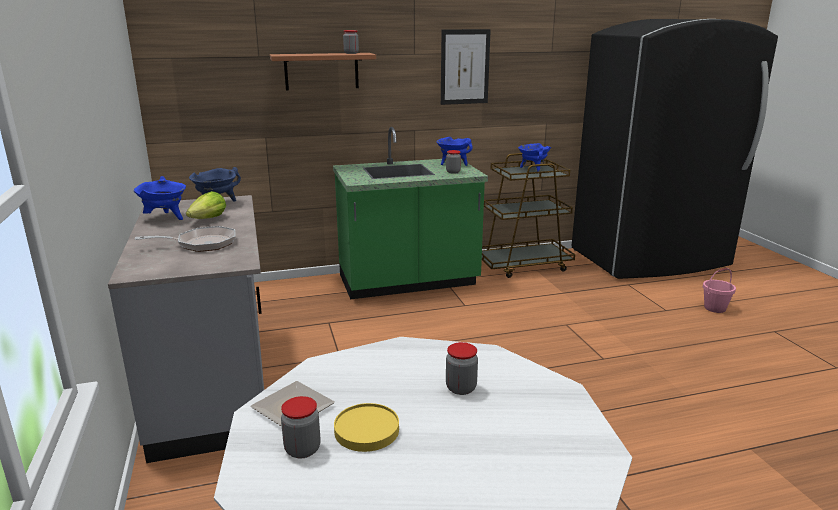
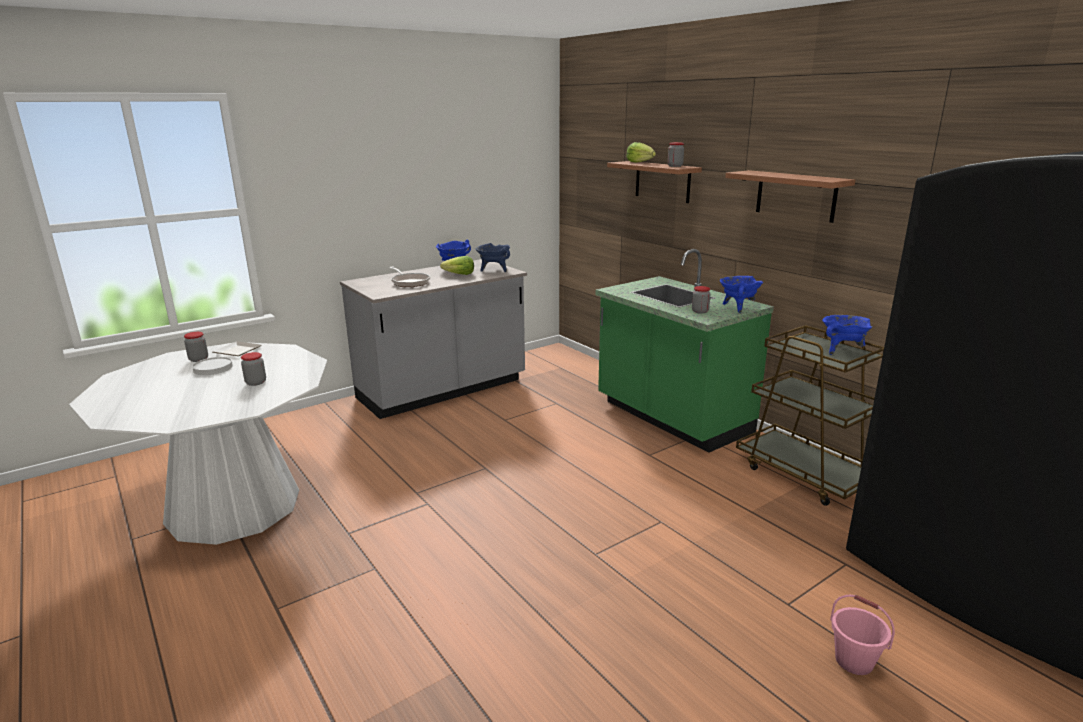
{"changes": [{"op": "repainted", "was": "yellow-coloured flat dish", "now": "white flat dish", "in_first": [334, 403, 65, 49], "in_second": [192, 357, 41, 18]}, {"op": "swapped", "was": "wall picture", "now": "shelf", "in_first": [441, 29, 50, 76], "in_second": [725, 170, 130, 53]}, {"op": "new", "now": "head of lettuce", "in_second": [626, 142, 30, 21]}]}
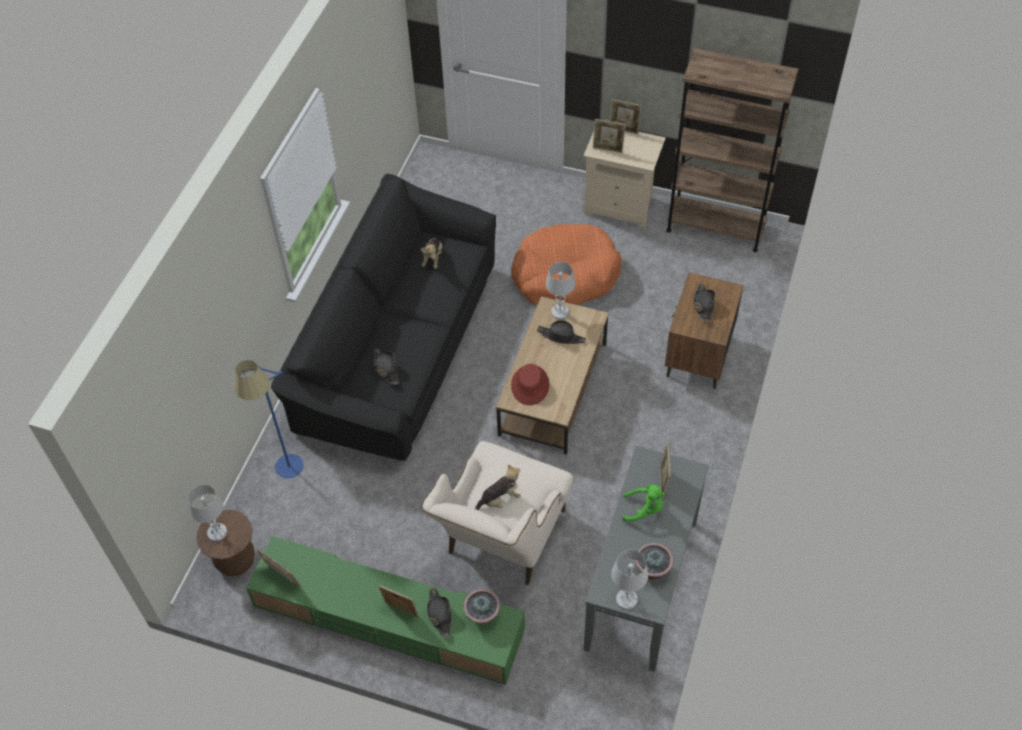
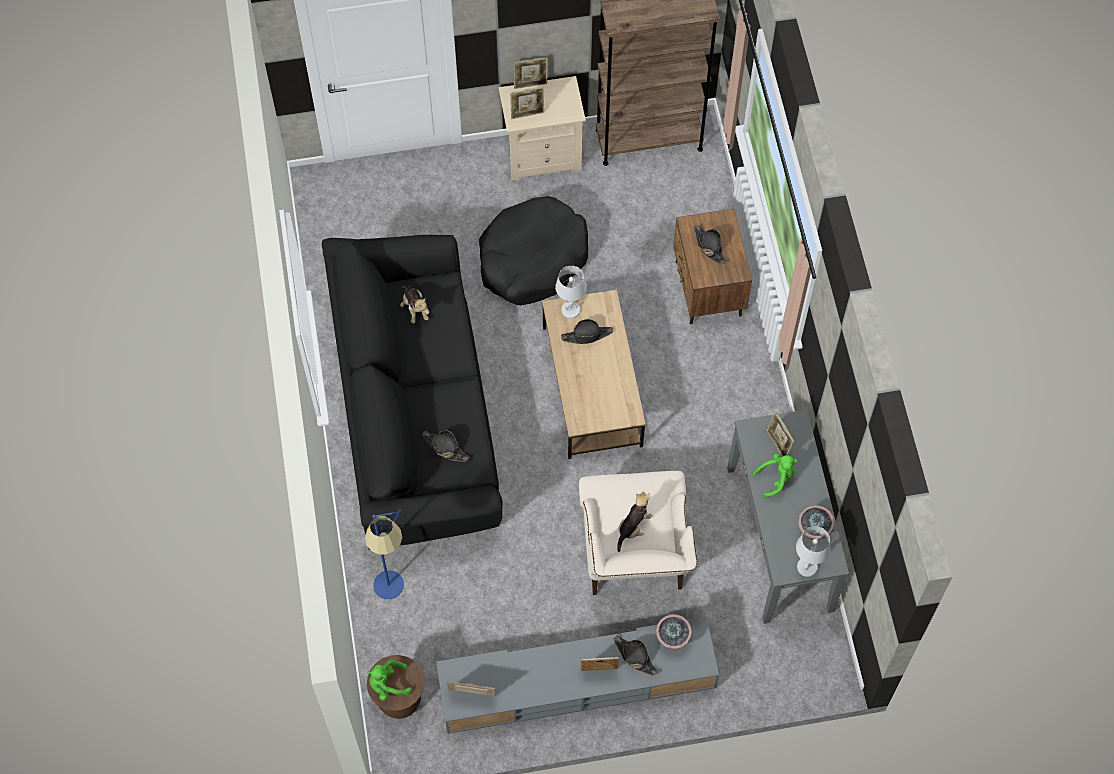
{"changes": [{"op": "swapped", "was": "white tabletop lamp", "now": "green-coloured cuddly toy", "in_first": [188, 485, 39, 57], "in_second": [367, 660, 45, 41]}, {"op": "repainted", "was": "green-coloured media console", "now": "greyish media console", "in_first": [246, 536, 279, 149], "in_second": [436, 616, 283, 118]}, {"op": "repainted", "was": "orange pet bed", "now": "black-coloured pet bed", "in_first": [511, 224, 111, 81], "in_second": [479, 196, 109, 109]}, {"op": "gone", "was": "reddish wearable hat", "in_first": [511, 364, 38, 41]}]}
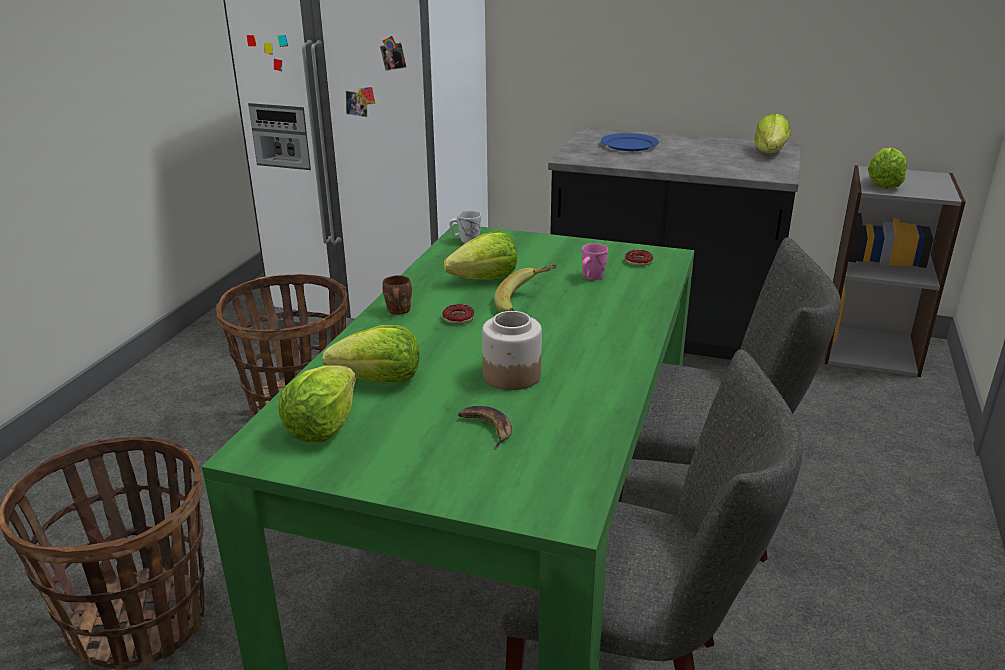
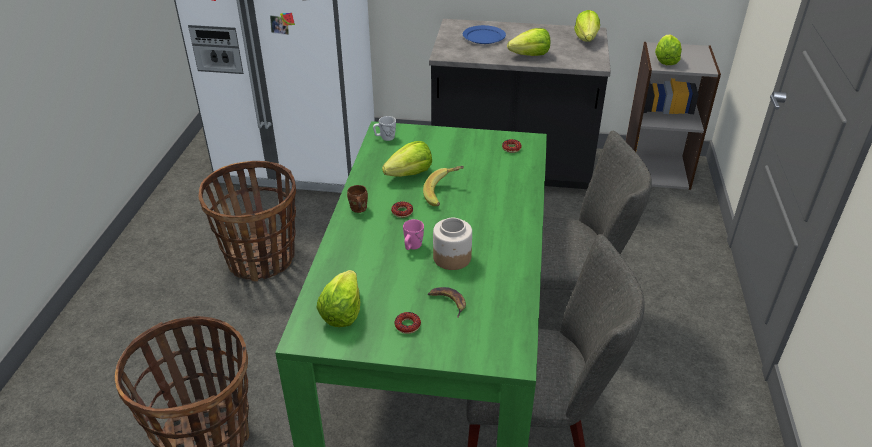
{"changes": [{"op": "shifted", "was": "head of lettuce", "in_first": [323, 325, 97, 58], "in_second": [507, 28, 43, 28]}, {"op": "shifted", "was": "pink coffee mug", "in_first": [582, 243, 26, 37], "in_second": [403, 219, 21, 31]}, {"op": "new", "now": "donut", "in_second": [395, 312, 26, 22]}]}
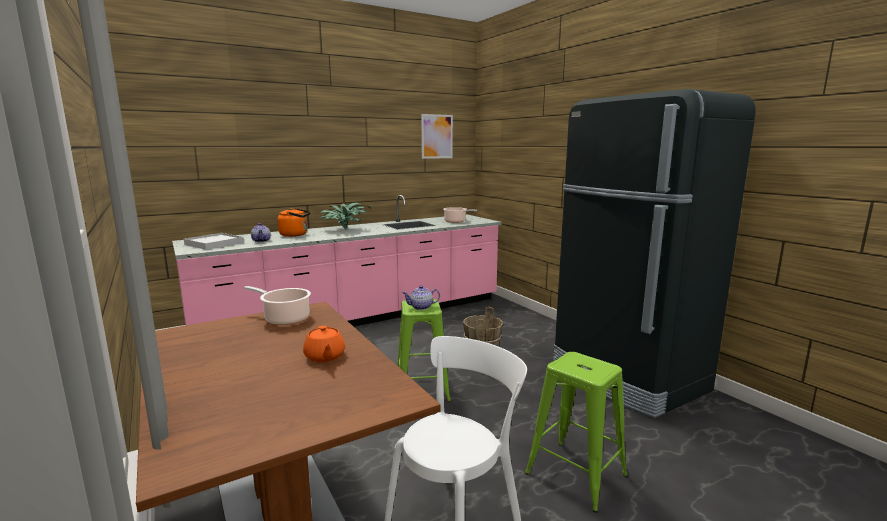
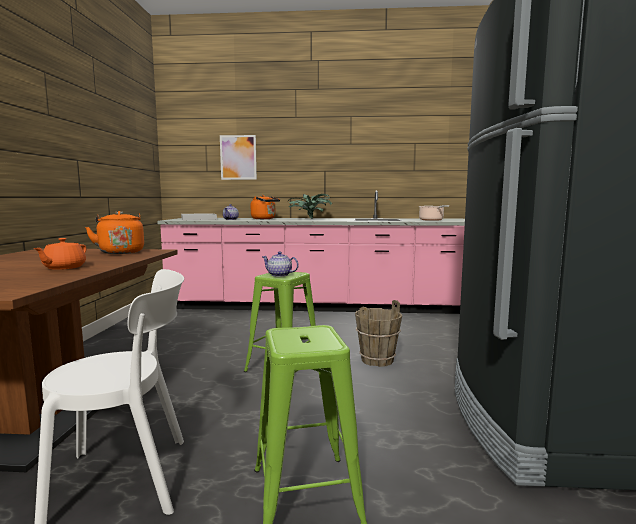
{"changes": [{"op": "swapped", "was": "stockpot", "now": "orange water kettle", "in_first": [244, 286, 67, 39], "in_second": [85, 211, 59, 43]}, {"op": "shifted", "was": "wall picture", "in_first": [421, 114, 32, 45], "in_second": [220, 135, 37, 45]}]}
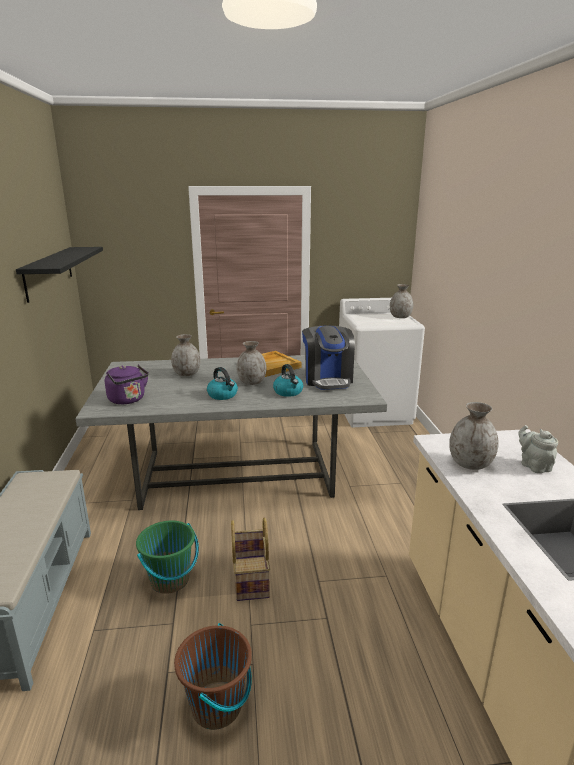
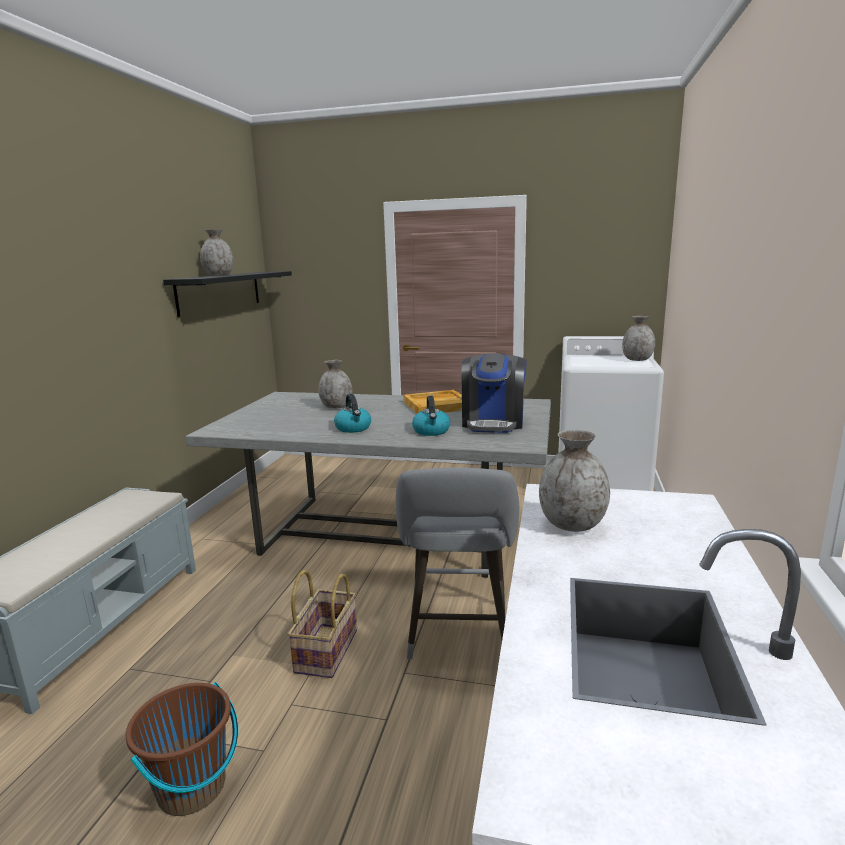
{"changes": [{"op": "gone", "was": "purplish water kettle", "in_first": [105, 365, 43, 39]}, {"op": "gone", "was": "green-coloured pail", "in_first": [136, 521, 63, 73]}, {"op": "shifted", "was": "greyish vase", "in_first": [237, 341, 30, 44], "in_second": [200, 230, 34, 46]}, {"op": "gone", "was": "greyish tea pot", "in_first": [518, 425, 40, 48]}, {"op": "new", "now": "greyish stool", "in_second": [395, 467, 124, 193]}]}
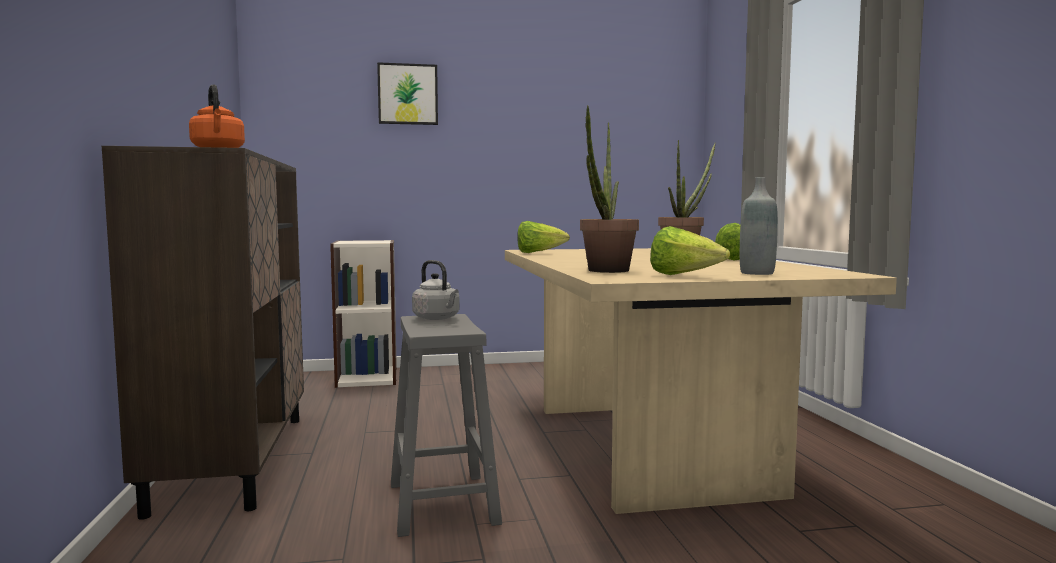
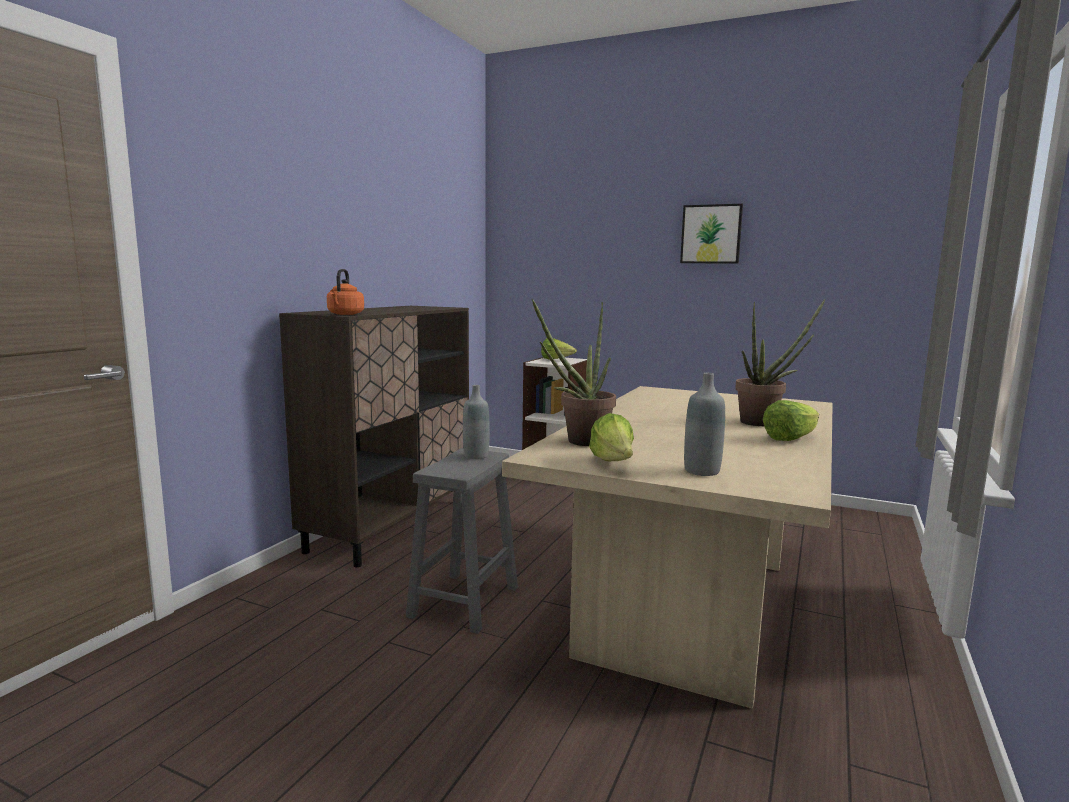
{"changes": [{"op": "shifted", "was": "wall picture", "in_first": [377, 62, 61, 63], "in_second": [680, 204, 63, 60]}, {"op": "swapped", "was": "greyish water kettle", "now": "greyish beverage bottle", "in_first": [412, 260, 47, 60], "in_second": [463, 385, 26, 74]}, {"op": "shifted", "was": "head of lettuce", "in_first": [517, 221, 53, 32], "in_second": [541, 338, 36, 22]}]}
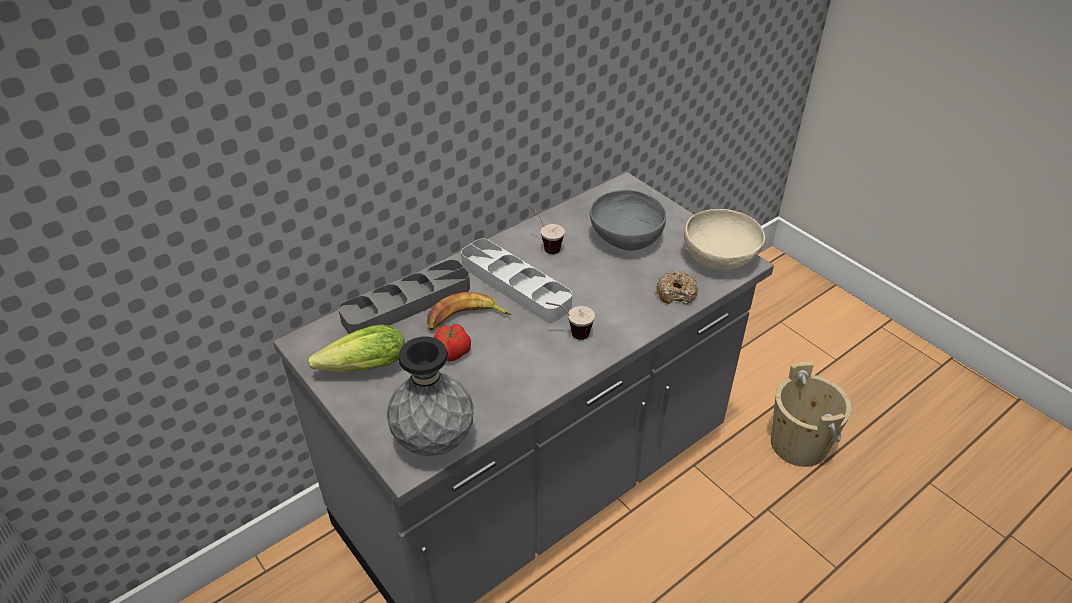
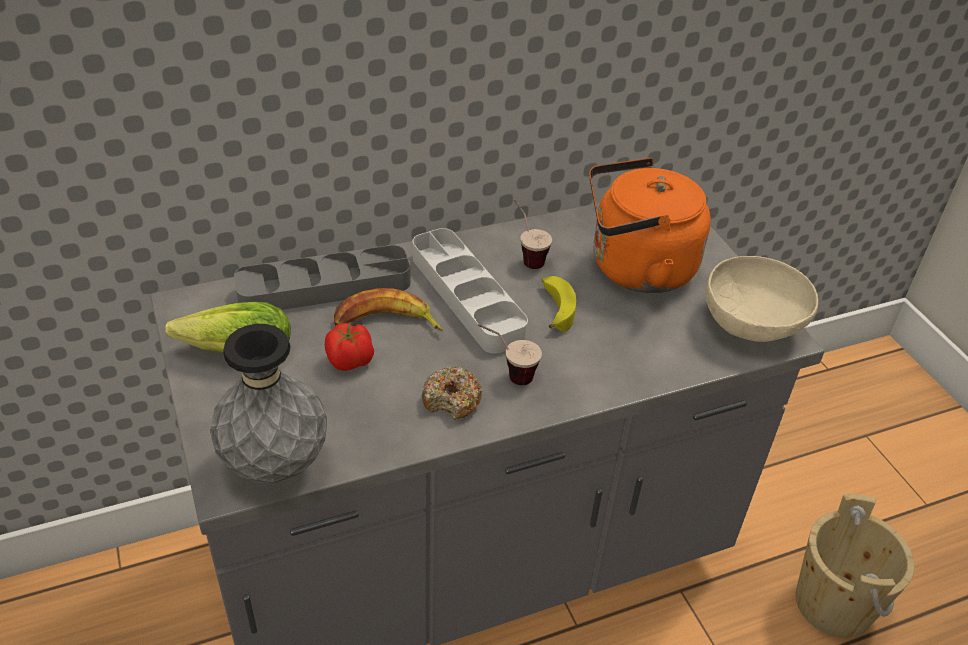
{"changes": [{"op": "swapped", "was": "greyish serving bowl", "now": "orange water kettle", "in_first": [590, 190, 76, 60], "in_second": [589, 158, 122, 135]}, {"op": "shifted", "was": "donut", "in_first": [657, 270, 41, 35], "in_second": [422, 367, 61, 53]}, {"op": "new", "now": "whole banana", "in_second": [541, 276, 35, 56]}]}
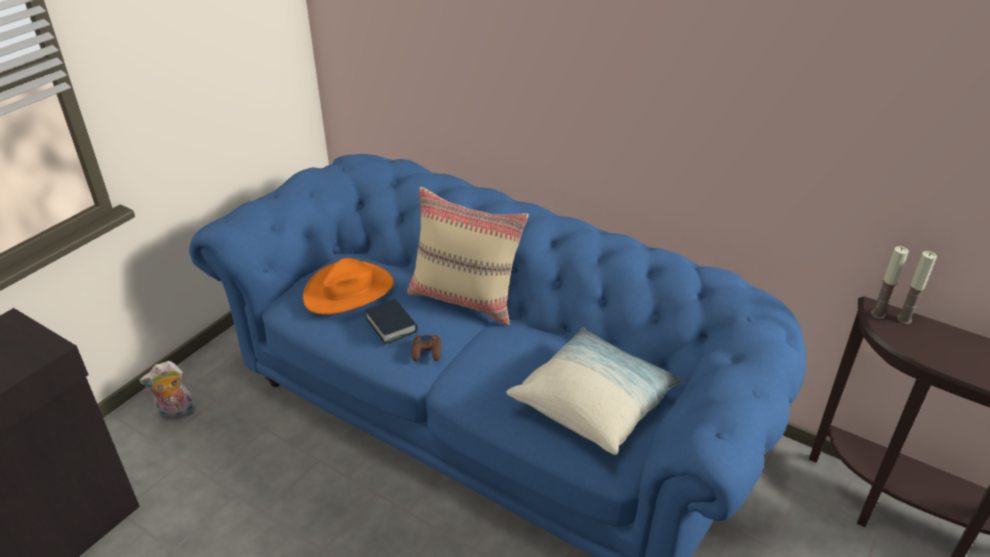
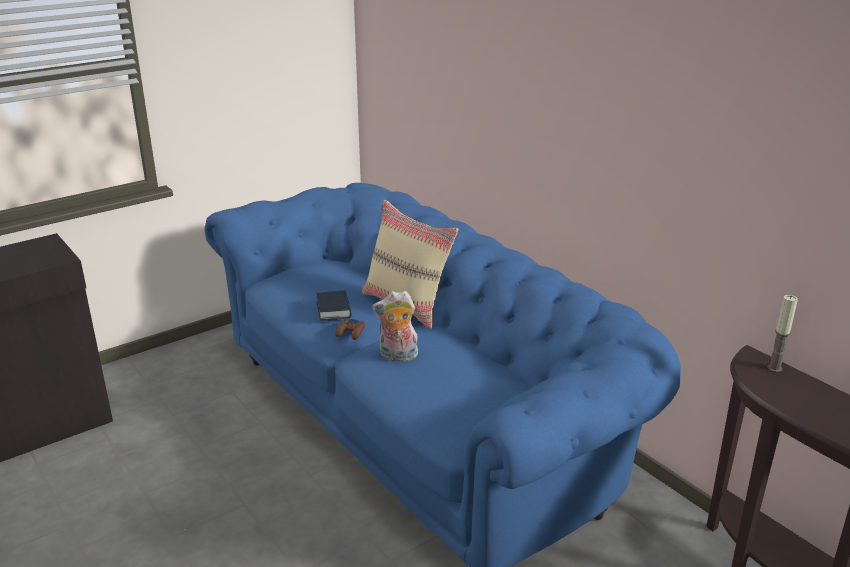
{"changes": [{"op": "shifted", "was": "cuddly toy", "in_first": [139, 361, 57, 61], "in_second": [372, 291, 46, 70]}, {"op": "gone", "was": "orange wearable hat", "in_first": [303, 258, 91, 57]}, {"op": "gone", "was": "pillow", "in_first": [506, 327, 177, 128]}, {"op": "gone", "was": "wax candle", "in_first": [871, 246, 38, 73]}]}
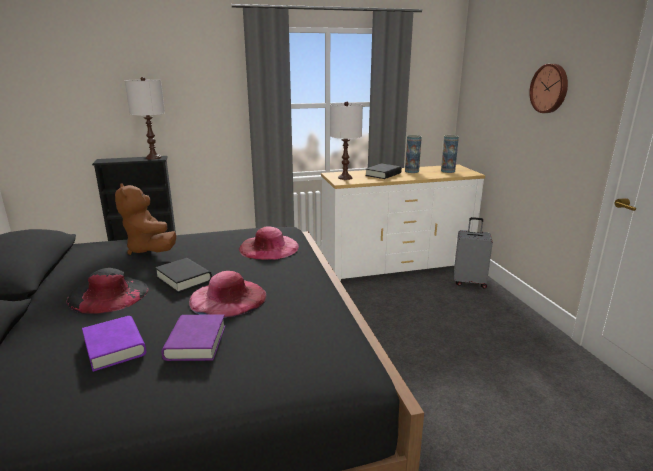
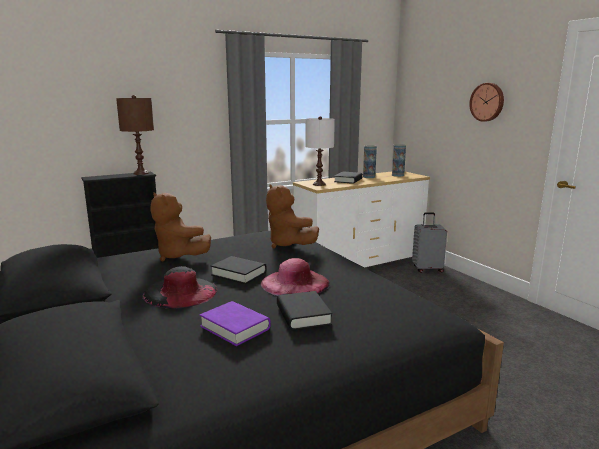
{"changes": [{"op": "repainted", "was": "white tabletop lamp", "now": "brown-coloured tabletop lamp", "in_first": [125, 77, 40, 82], "in_second": [116, 95, 38, 80]}, {"op": "repainted", "was": "purplish volume", "now": "black-coloured volume", "in_first": [162, 314, 63, 47], "in_second": [277, 291, 55, 39]}, {"op": "swapped", "was": "pink wearable hat", "now": "brown-coloured cuddly toy", "in_first": [239, 226, 60, 34], "in_second": [266, 184, 53, 64]}]}
